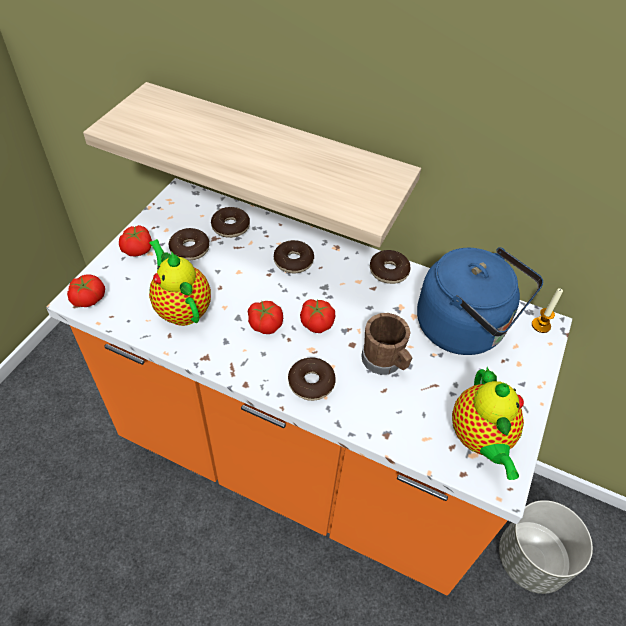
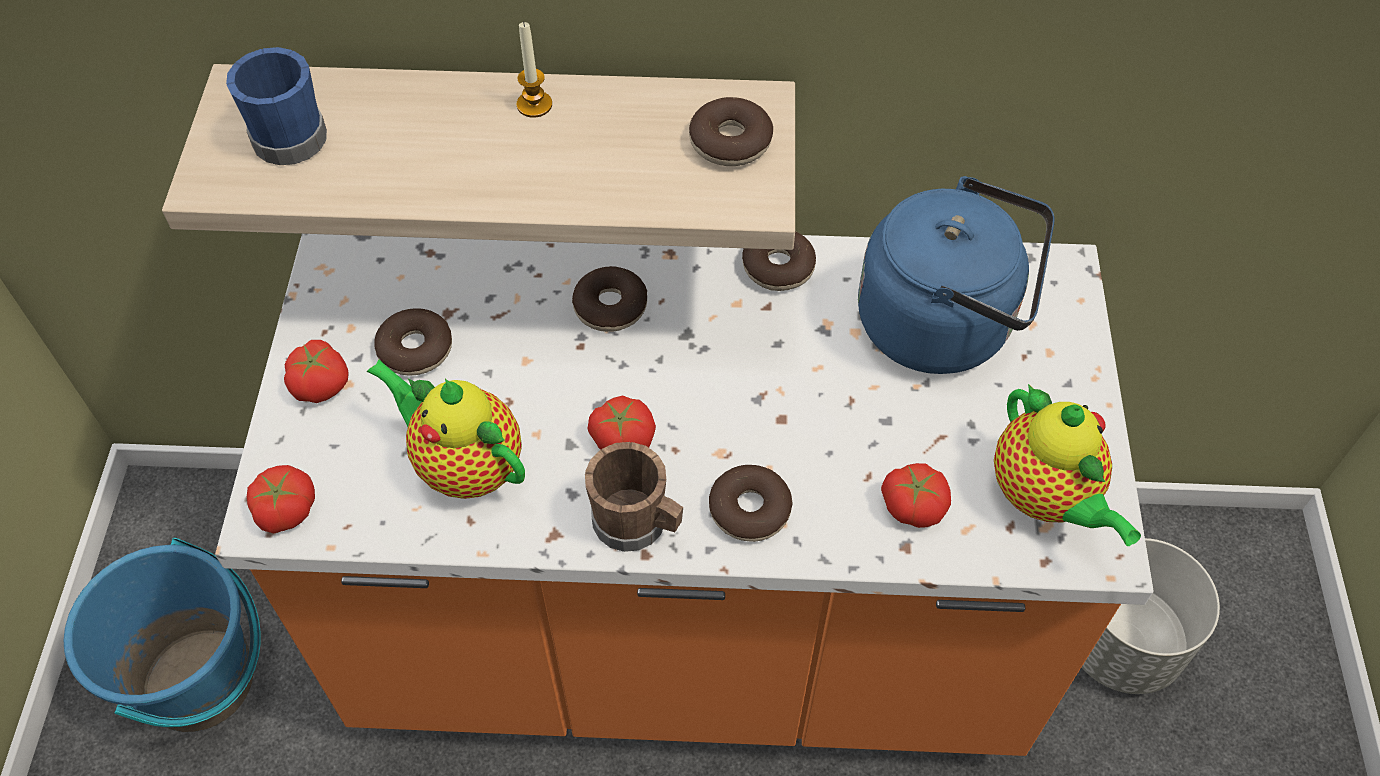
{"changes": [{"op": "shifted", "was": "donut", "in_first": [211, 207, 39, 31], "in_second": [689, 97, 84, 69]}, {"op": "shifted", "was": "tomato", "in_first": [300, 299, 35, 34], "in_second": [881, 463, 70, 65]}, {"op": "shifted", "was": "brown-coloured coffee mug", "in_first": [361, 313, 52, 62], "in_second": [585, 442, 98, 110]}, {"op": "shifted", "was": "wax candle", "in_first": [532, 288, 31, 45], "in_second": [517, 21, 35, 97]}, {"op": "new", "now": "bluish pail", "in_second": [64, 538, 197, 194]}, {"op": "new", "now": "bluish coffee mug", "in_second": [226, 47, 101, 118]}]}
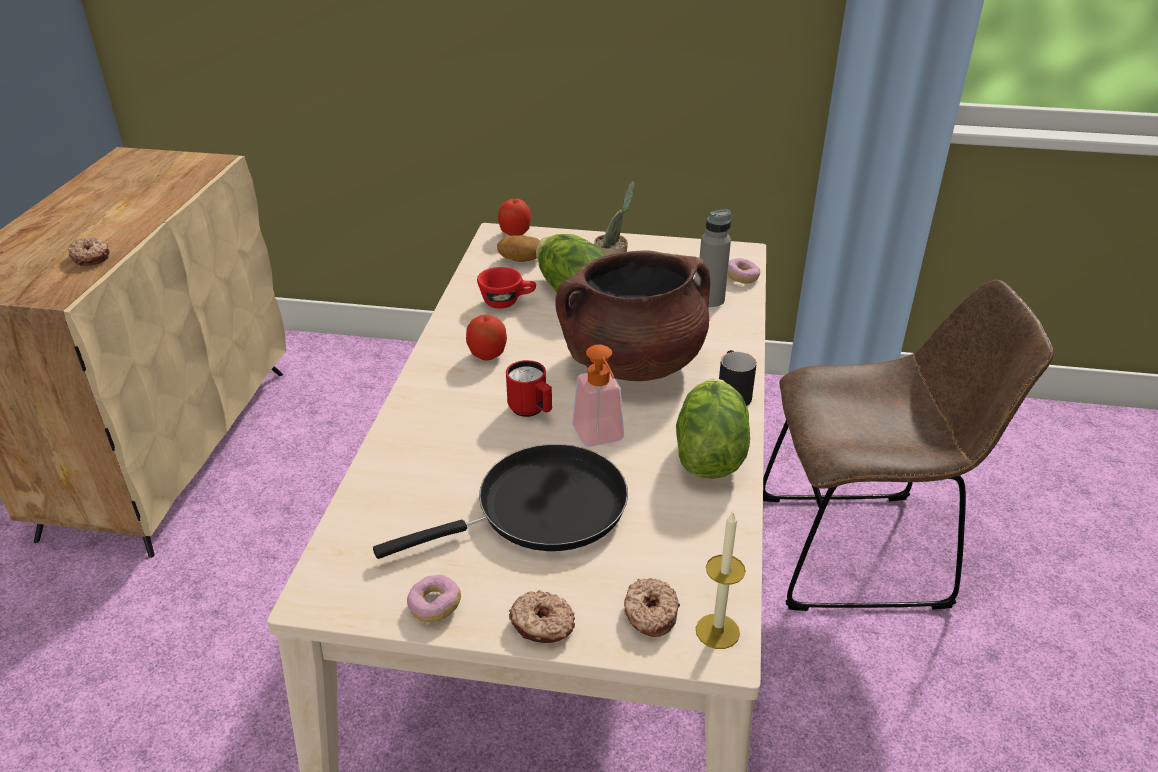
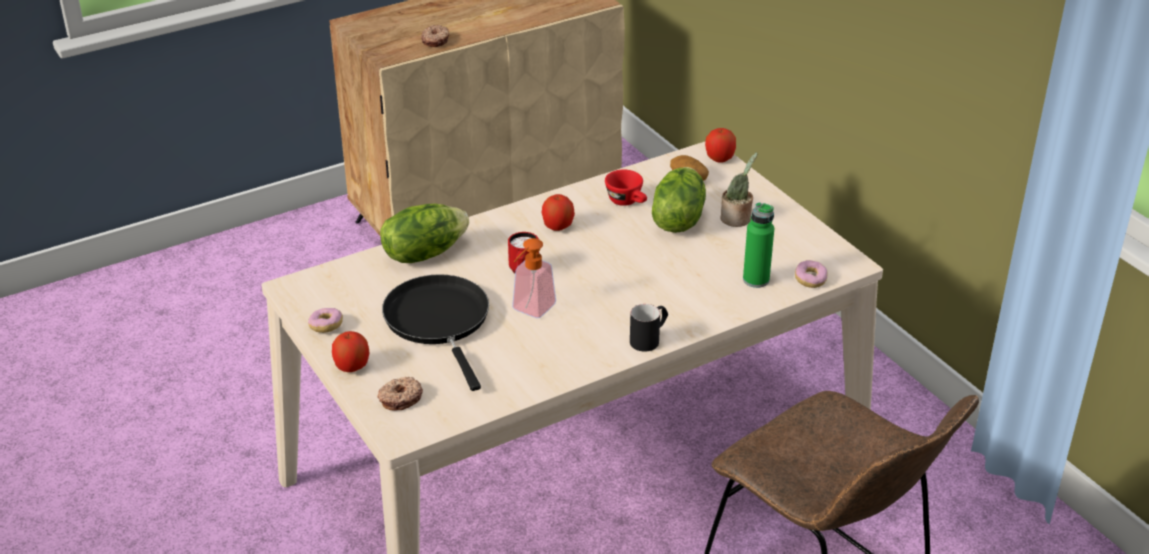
{"changes": [{"op": "rotated", "was": "black-coloured pan", "in_first": [373, 444, 255, 115], "in_second": [382, 274, 107, 117], "clockwise": -135}, {"op": "swapped", "was": "donut", "now": "apple fruit", "in_first": [509, 590, 66, 53], "in_second": [332, 331, 38, 41]}, {"op": "gone", "was": "brown-coloured stockpot", "in_first": [555, 250, 155, 131]}, {"op": "shifted", "was": "head of lettuce", "in_first": [676, 378, 74, 101], "in_second": [380, 204, 89, 59]}, {"op": "gone", "was": "wax candle", "in_first": [696, 512, 50, 137]}, {"op": "repainted", "was": "greyish beverage bottle", "now": "green-coloured beverage bottle", "in_first": [700, 209, 31, 98], "in_second": [743, 202, 31, 86]}]}
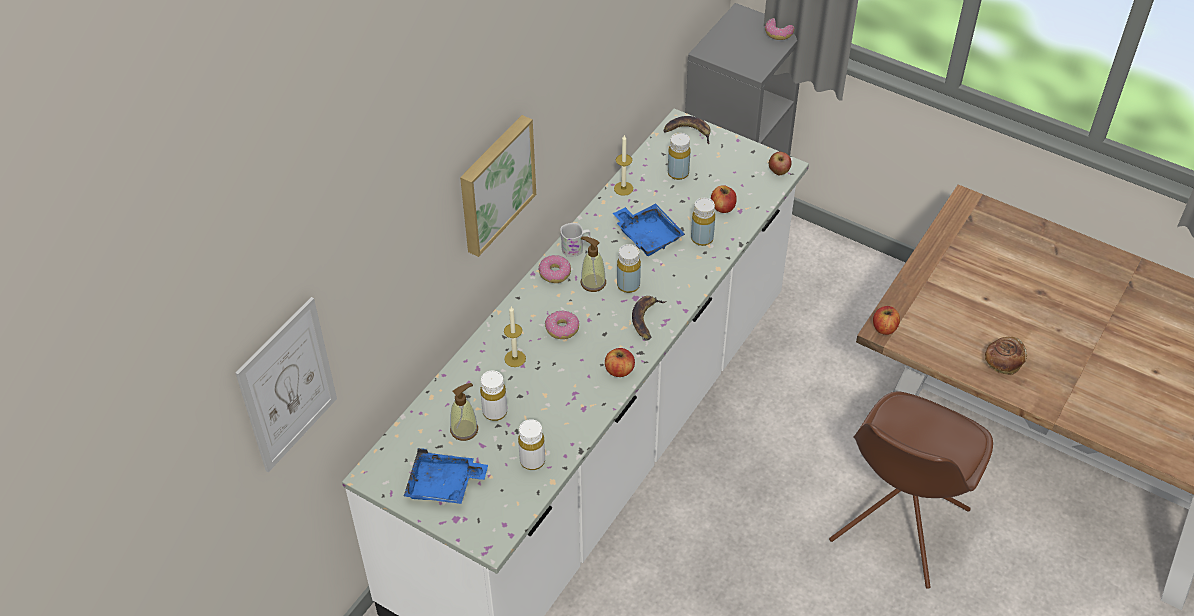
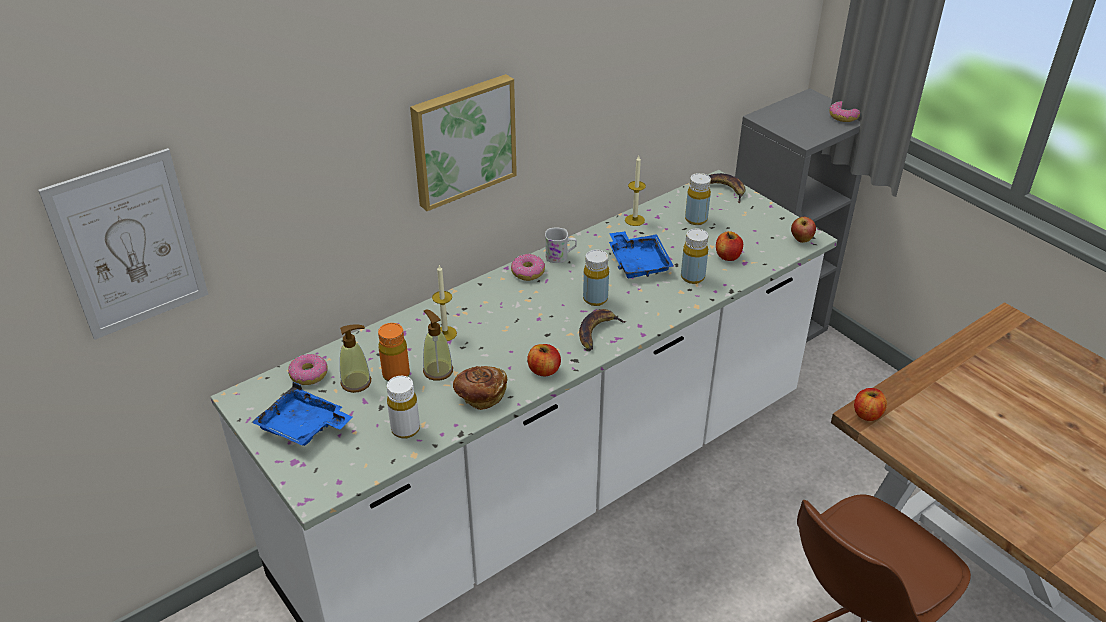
{"changes": [{"op": "repainted", "was": "white beverage bottle", "now": "orange beverage bottle", "in_first": [480, 371, 27, 50], "in_second": [378, 323, 32, 58]}, {"op": "shifted", "was": "donut", "in_first": [545, 310, 34, 29], "in_second": [288, 354, 40, 31]}, {"op": "shifted", "was": "soap dispenser", "in_first": [581, 236, 25, 56], "in_second": [423, 309, 30, 72]}, {"op": "shifted", "was": "baked bread", "in_first": [985, 337, 42, 38], "in_second": [453, 366, 54, 44]}]}
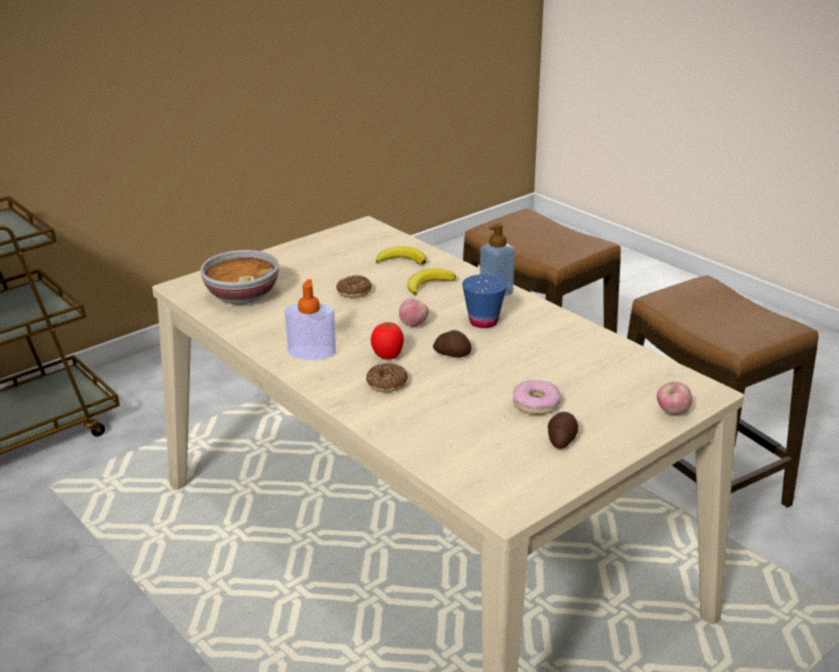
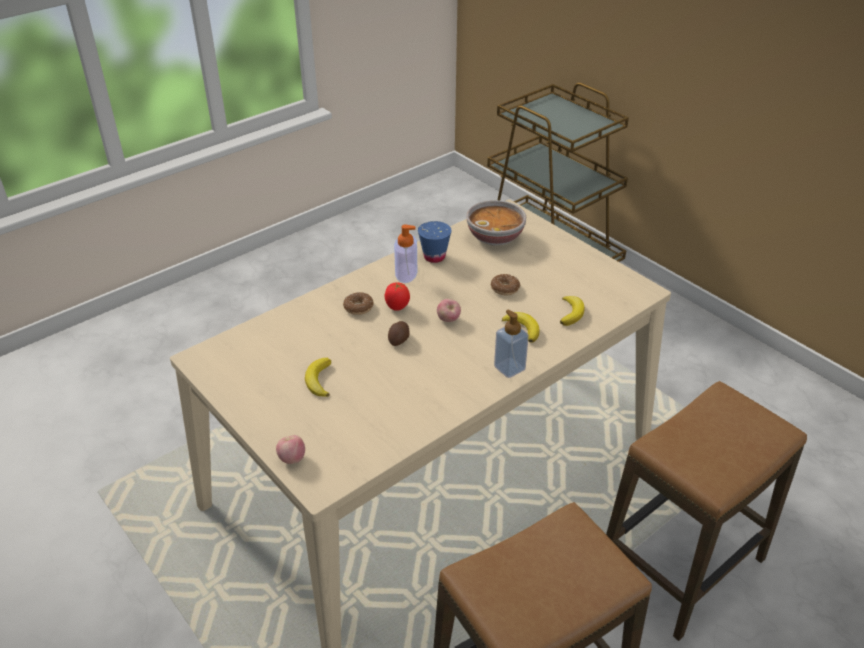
{"changes": [{"op": "shifted", "was": "bluish small cup", "in_first": [462, 274, 45, 54], "in_second": [418, 221, 34, 42]}, {"op": "swapped", "was": "donut", "now": "whole banana", "in_first": [513, 380, 48, 35], "in_second": [305, 358, 26, 39]}, {"op": "gone", "was": "whole potato", "in_first": [548, 412, 30, 37]}]}
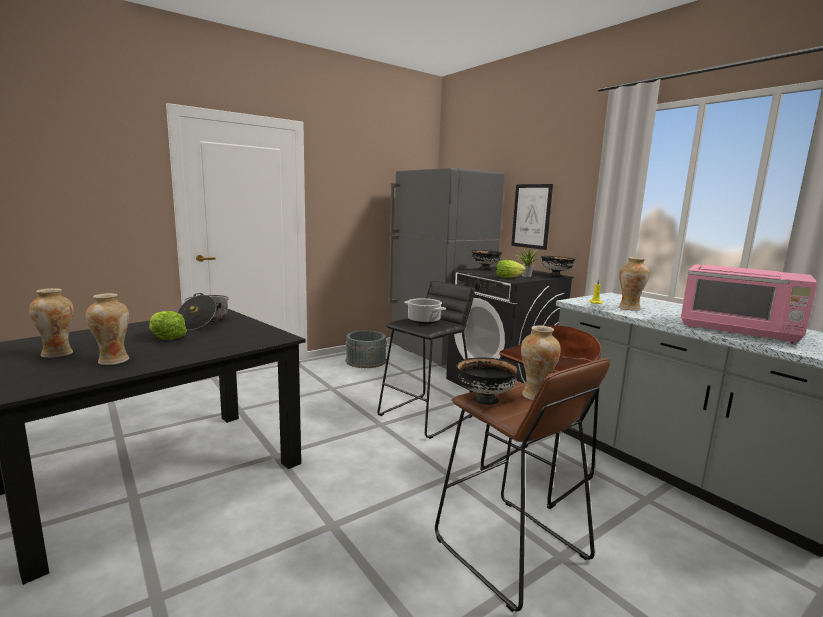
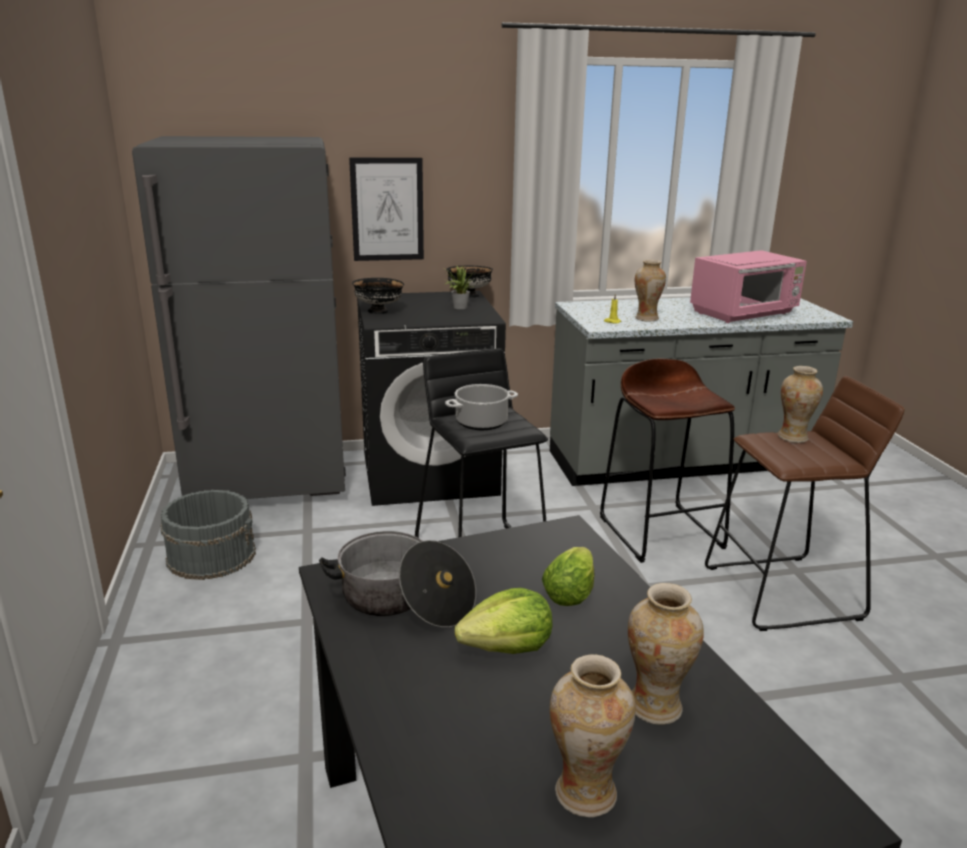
{"changes": [{"op": "gone", "was": "black-coloured serving bowl", "in_first": [456, 357, 63, 48]}, {"op": "shifted", "was": "head of lettuce", "in_first": [496, 260, 30, 18], "in_second": [542, 547, 52, 59]}]}
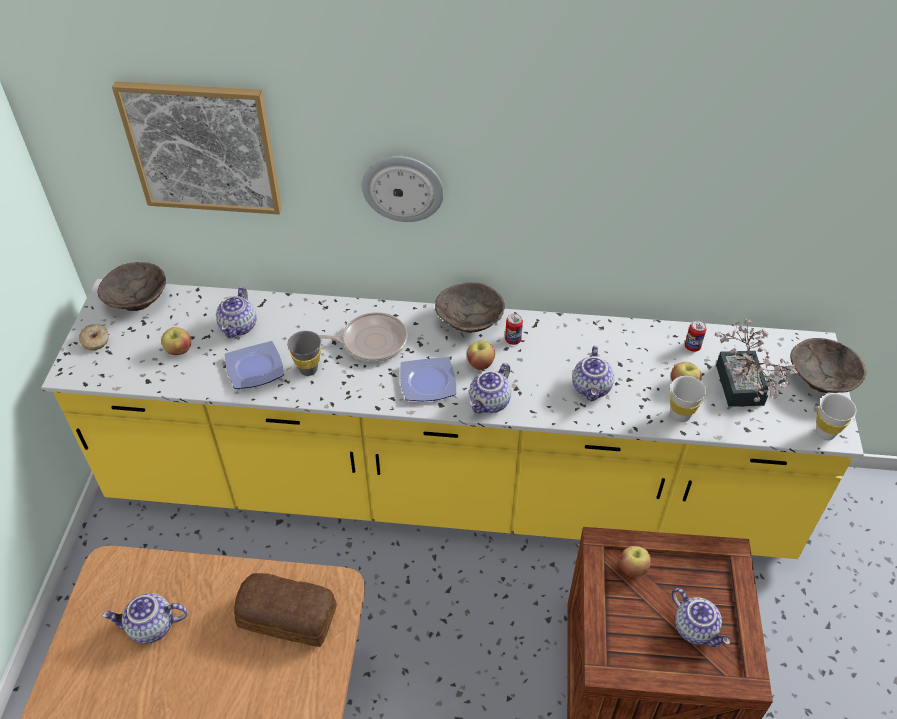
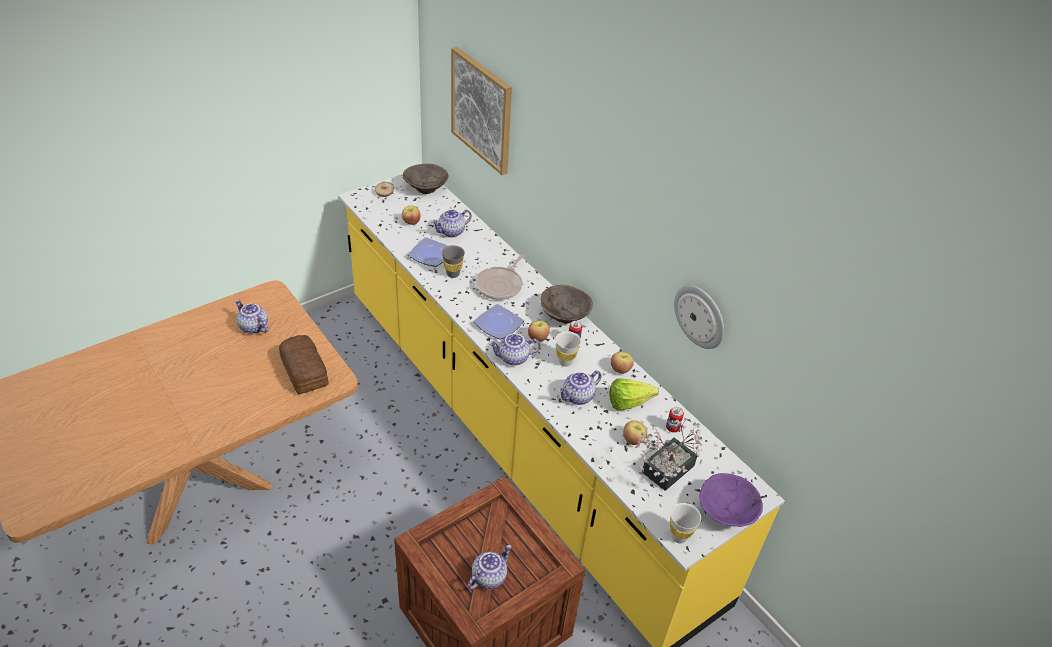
{"changes": [{"op": "rotated", "was": "pan", "in_first": [318, 312, 90, 50], "in_second": [475, 255, 49, 45], "clockwise": 75}, {"op": "shifted", "was": "clock on the wall", "in_first": [362, 156, 82, 66], "in_second": [674, 285, 50, 64]}, {"op": "shifted", "was": "apple fruit", "in_first": [620, 546, 31, 31], "in_second": [611, 351, 23, 23]}, {"op": "shifted", "was": "white small cup", "in_first": [670, 376, 36, 46], "in_second": [556, 331, 25, 36]}, {"op": "rotated", "was": "tea pot", "in_first": [672, 588, 58, 59], "in_second": [467, 545, 45, 45], "clockwise": -150}, {"op": "repainted", "was": "brown-coloured serving bowl", "now": "purplish serving bowl", "in_first": [790, 338, 77, 55], "in_second": [699, 473, 64, 54]}, {"op": "new", "now": "head of lettuce", "in_second": [609, 378, 50, 32]}]}
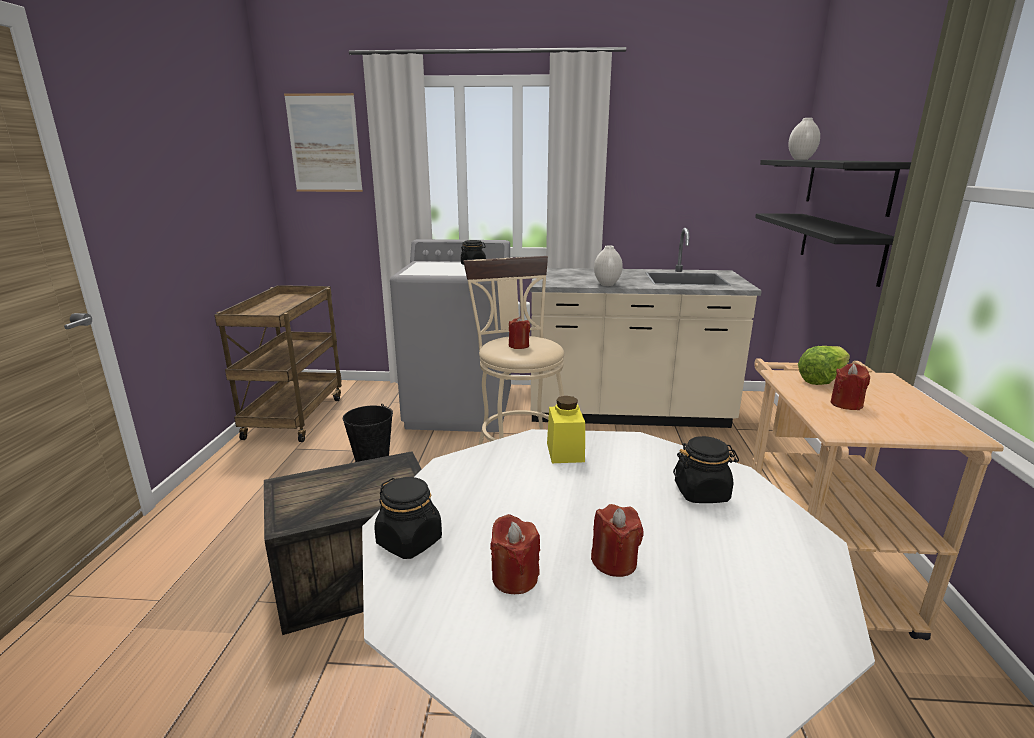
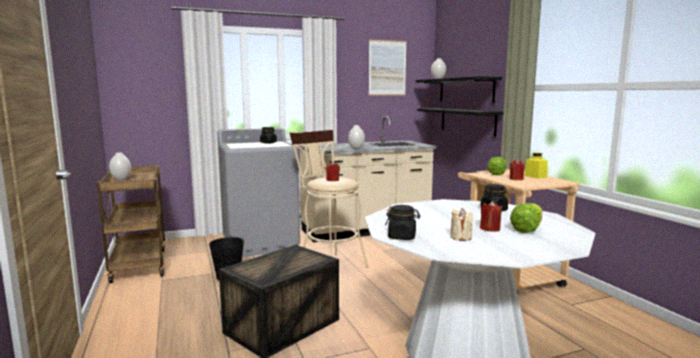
{"changes": [{"op": "shifted", "was": "wall picture", "in_first": [284, 93, 79, 99], "in_second": [369, 39, 38, 57]}, {"op": "repainted", "was": "reddish wax candle", "now": "sand-coloured wax candle", "in_first": [490, 514, 50, 80], "in_second": [450, 208, 23, 33]}, {"op": "shifted", "was": "yellow-coloured storage jar", "in_first": [547, 396, 38, 67], "in_second": [524, 153, 24, 26]}, {"op": "new", "now": "white vase", "in_second": [109, 153, 22, 27]}, {"op": "new", "now": "head of lettuce", "in_second": [510, 203, 32, 30]}]}
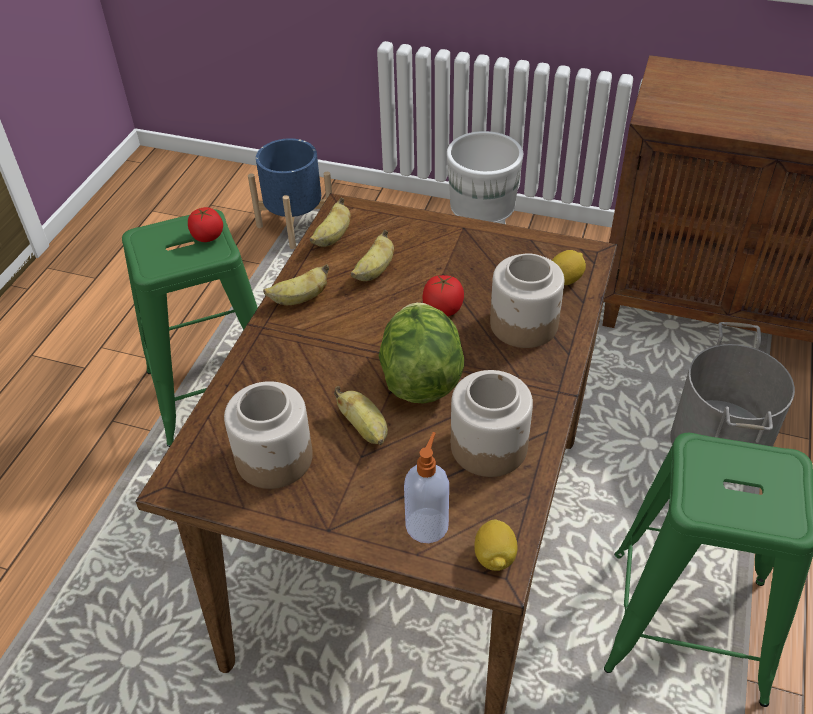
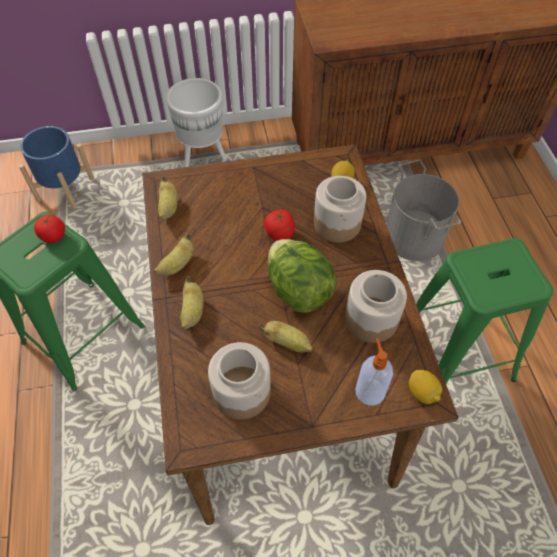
{"changes": [{"op": "shifted", "was": "whole banana", "in_first": [351, 230, 43, 51], "in_second": [181, 276, 23, 53]}]}
